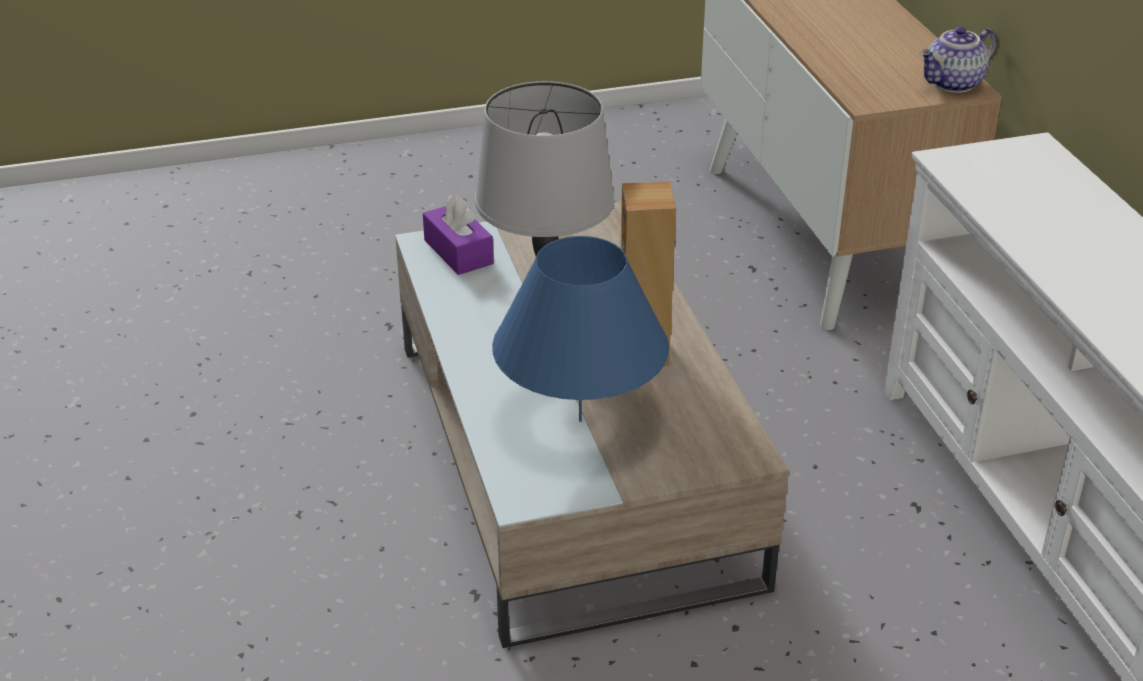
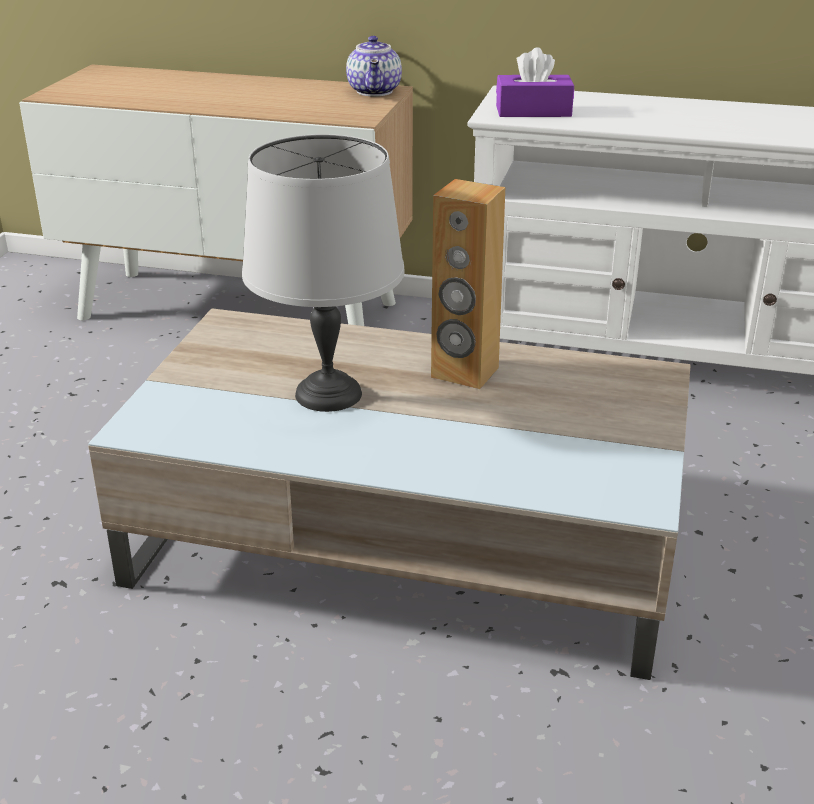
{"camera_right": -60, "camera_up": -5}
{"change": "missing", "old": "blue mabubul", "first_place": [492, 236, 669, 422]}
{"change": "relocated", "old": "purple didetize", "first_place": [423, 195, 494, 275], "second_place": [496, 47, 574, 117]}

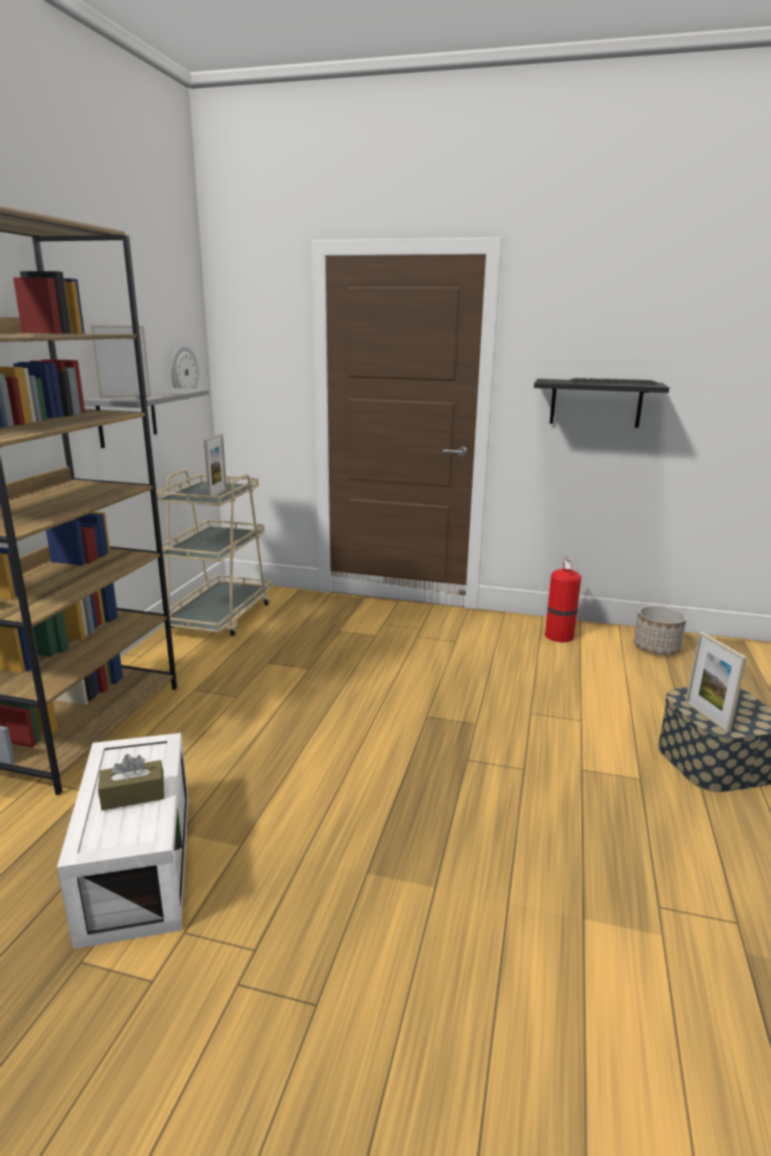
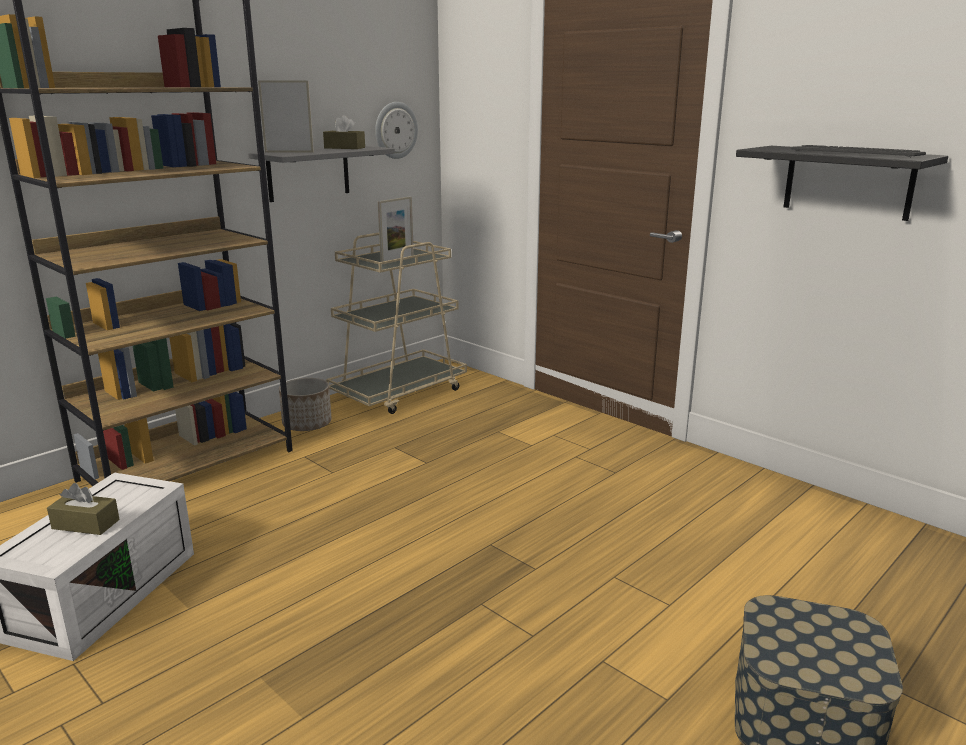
{"camera_right": 30, "camera_up": 0}
{"change": "missing", "old": "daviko", "first_place": [545, 557, 581, 642]}
{"change": "missing", "old": "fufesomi", "first_place": [685, 632, 747, 733]}
{"change": "appeared", "new": "brown didetize", "second_place": [323, 115, 365, 149]}
{"change": "relocated", "old": "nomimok", "first_place": [634, 605, 687, 655], "second_place": [279, 378, 332, 431]}

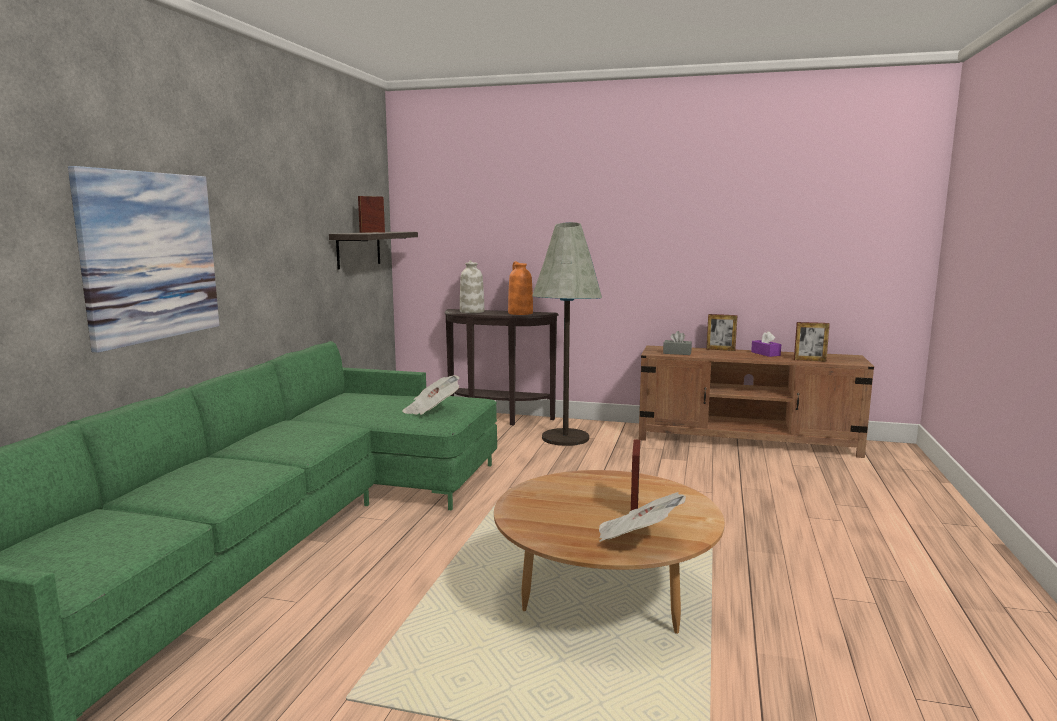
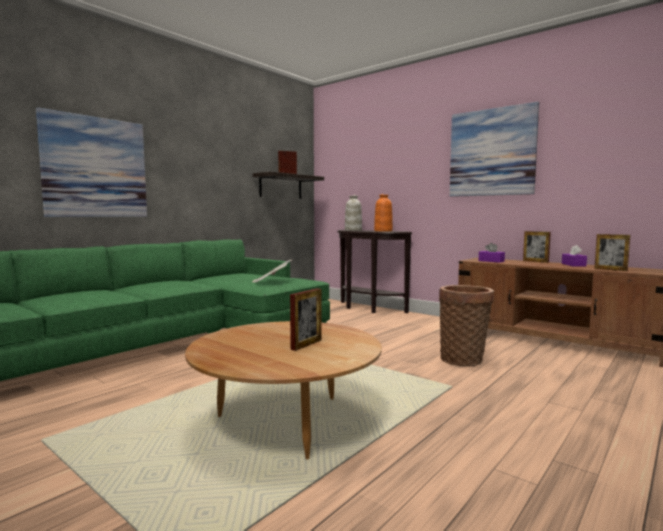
{"camera_right": 25, "camera_up": -5}
{"change": "missing", "old": "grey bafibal", "first_place": [532, 222, 602, 446]}
{"change": "missing", "old": "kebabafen", "first_place": [599, 492, 686, 542]}
{"change": "appeared", "new": "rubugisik", "second_place": [439, 285, 494, 366]}
{"change": "appeared", "new": "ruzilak", "second_place": [450, 102, 539, 197]}
{"change": "colour", "old": "grey didetize", "new": "purple didetize", "first_place": [663, 331, 692, 355], "second_place": [479, 243, 505, 263]}

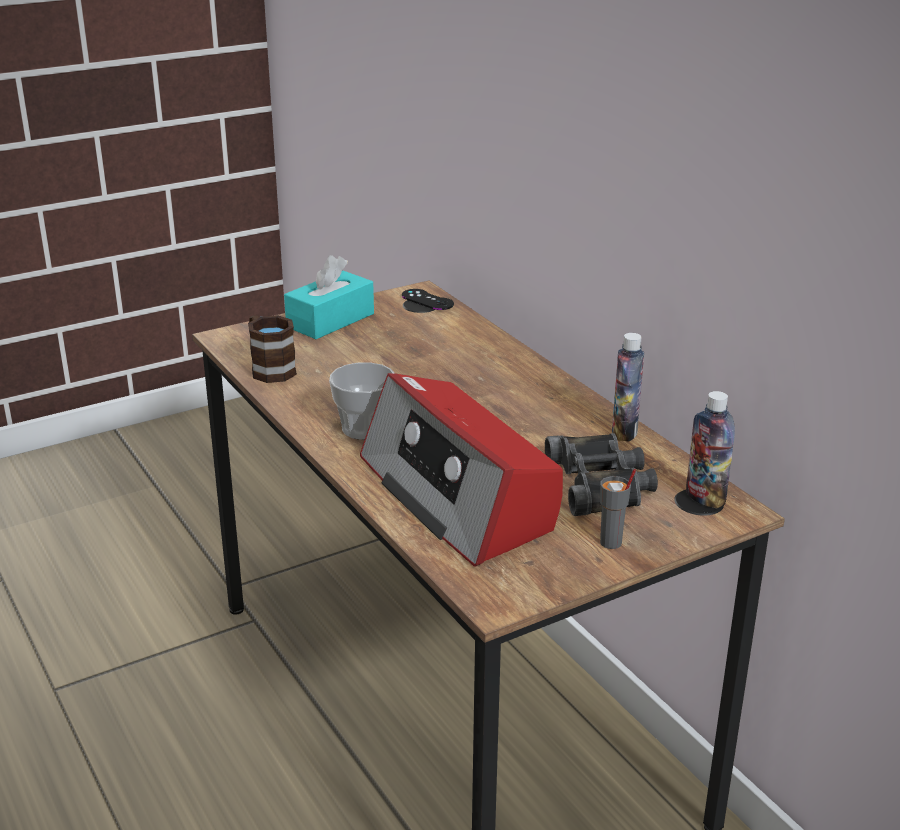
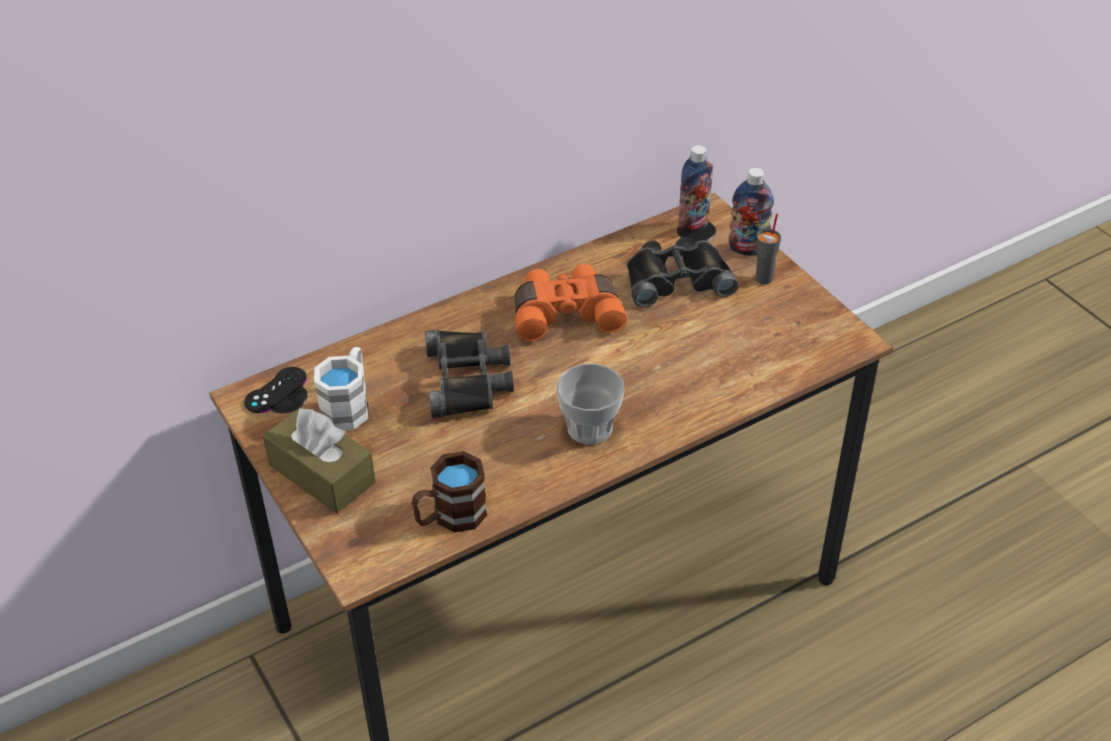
{"camera_right": -90, "camera_up": 15}
{"change": "missing", "old": "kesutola", "first_place": [360, 373, 563, 567]}
{"change": "appeared", "new": "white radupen", "second_place": [314, 347, 368, 430]}
{"change": "appeared", "new": "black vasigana", "second_place": [425, 330, 514, 418]}
{"change": "appeared", "new": "orange vasigana", "second_place": [515, 264, 627, 341]}
{"change": "relocated", "old": "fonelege", "first_place": [612, 333, 644, 442], "second_place": [728, 168, 774, 255]}
{"change": "colour", "old": "turquoise didetize", "new": "brown didetize", "first_place": [284, 255, 374, 339], "second_place": [263, 406, 376, 513]}

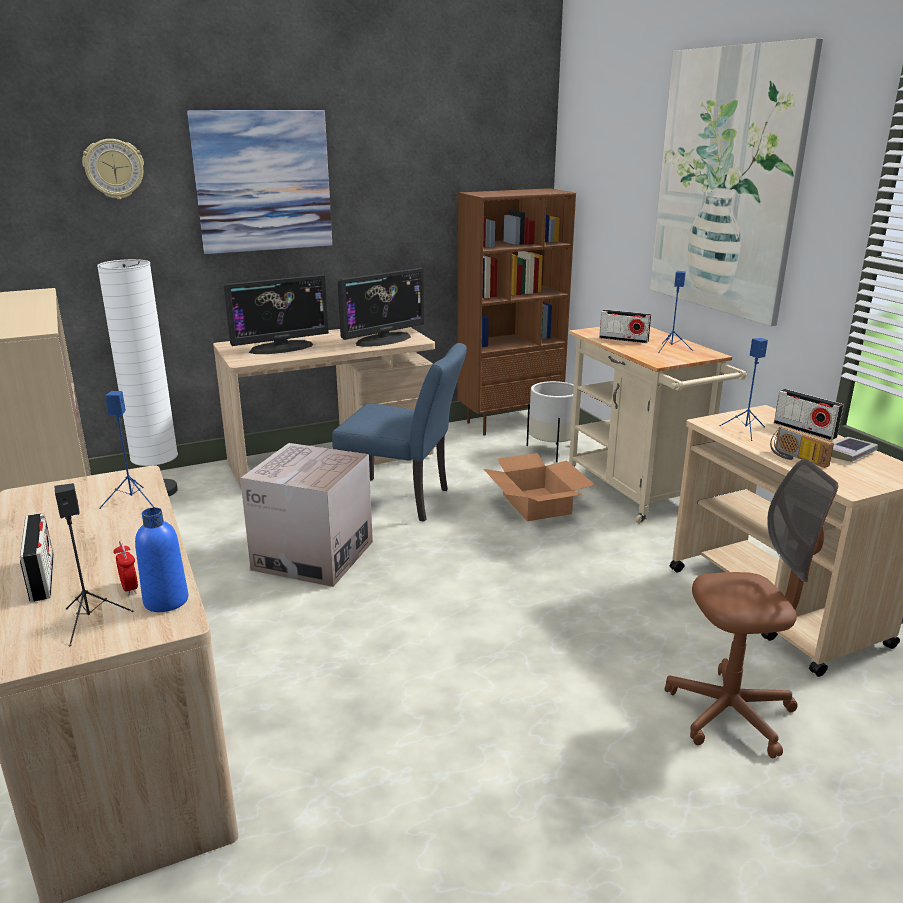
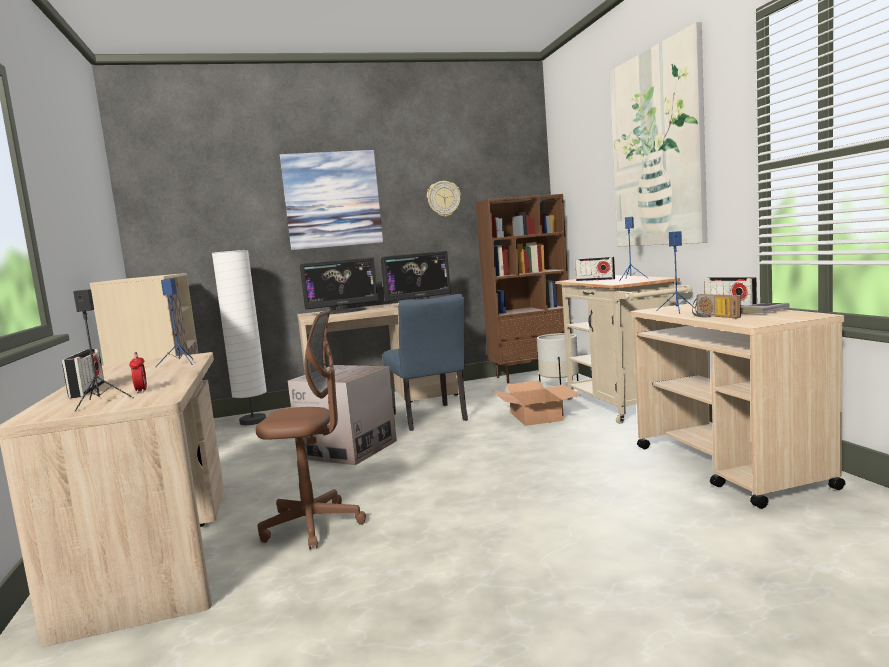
{"camera_right": 10, "camera_up": -15}
{"change": "missing", "old": "blue fonelege", "first_place": [135, 507, 188, 612]}
{"change": "relocated", "old": "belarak", "first_place": [82, 139, 144, 199], "second_place": [427, 181, 461, 217]}
{"change": "relocated", "old": "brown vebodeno", "first_place": [665, 459, 838, 758], "second_place": [256, 309, 366, 549]}
{"change": "spun", "old": "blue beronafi", "first_place": [332, 343, 467, 522], "second_place": [383, 294, 468, 431], "degrees": 45}

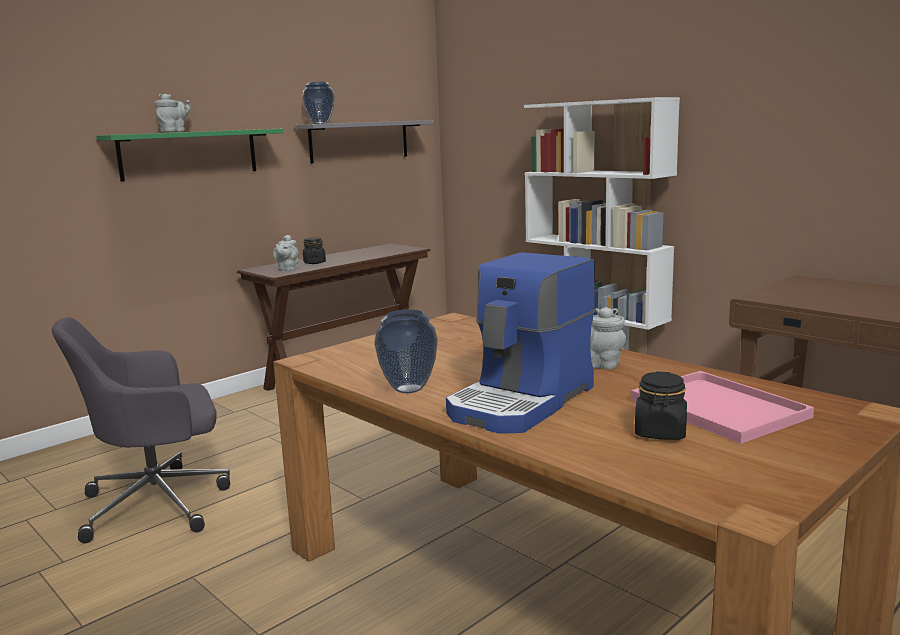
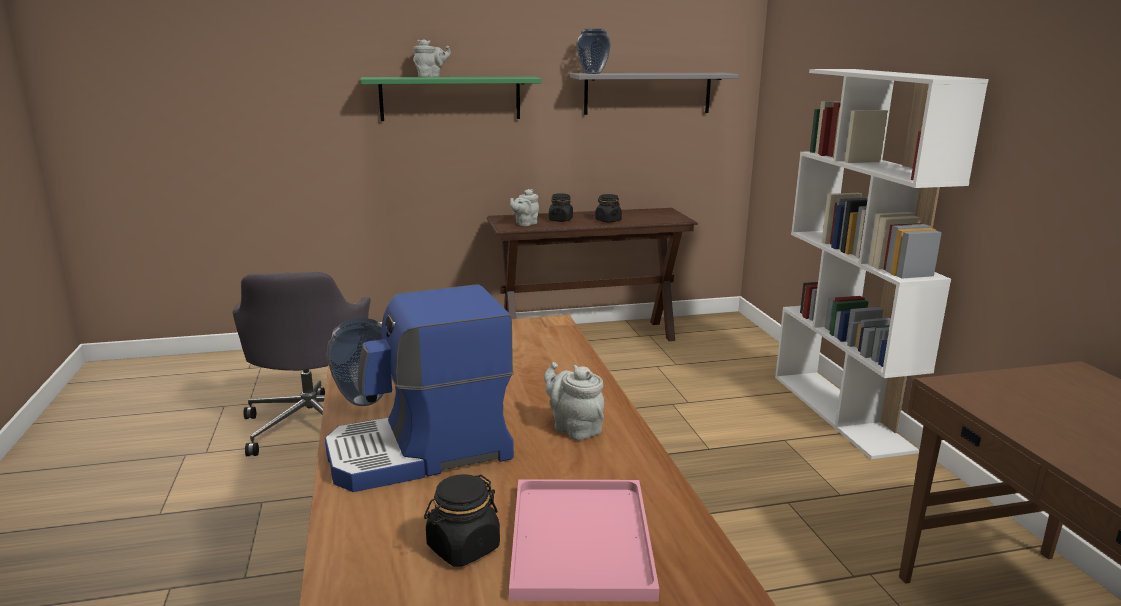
{"camera_right": 30, "camera_up": 5}
{"change": "appeared", "new": "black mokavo", "second_place": [595, 194, 622, 222]}
{"change": "spun", "old": "grey vebodeno", "first_place": [52, 317, 230, 543], "second_place": [233, 271, 370, 456], "degrees": -105}

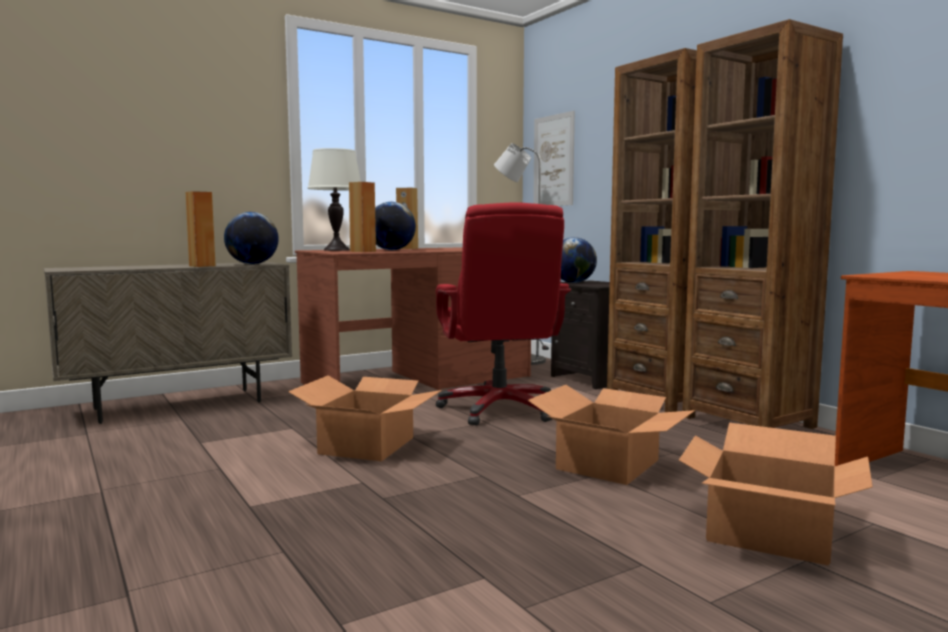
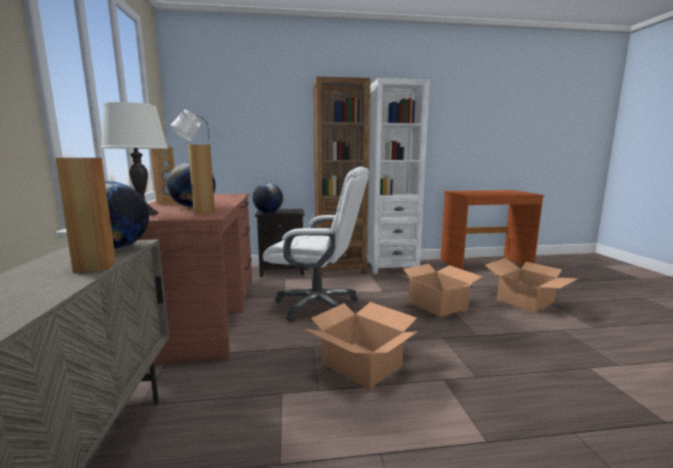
{"camera_right": -65, "camera_up": 5}
{"change": "missing", "old": "ruzilak", "first_place": [533, 111, 575, 206]}
{"change": "colour", "old": "red vebodeno", "new": "white vebodeno", "first_place": [436, 202, 571, 426], "second_place": [263, 167, 369, 322]}
{"change": "colour", "old": "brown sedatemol", "new": "white sedatemol", "first_place": [682, 19, 843, 429], "second_place": [367, 78, 430, 274]}

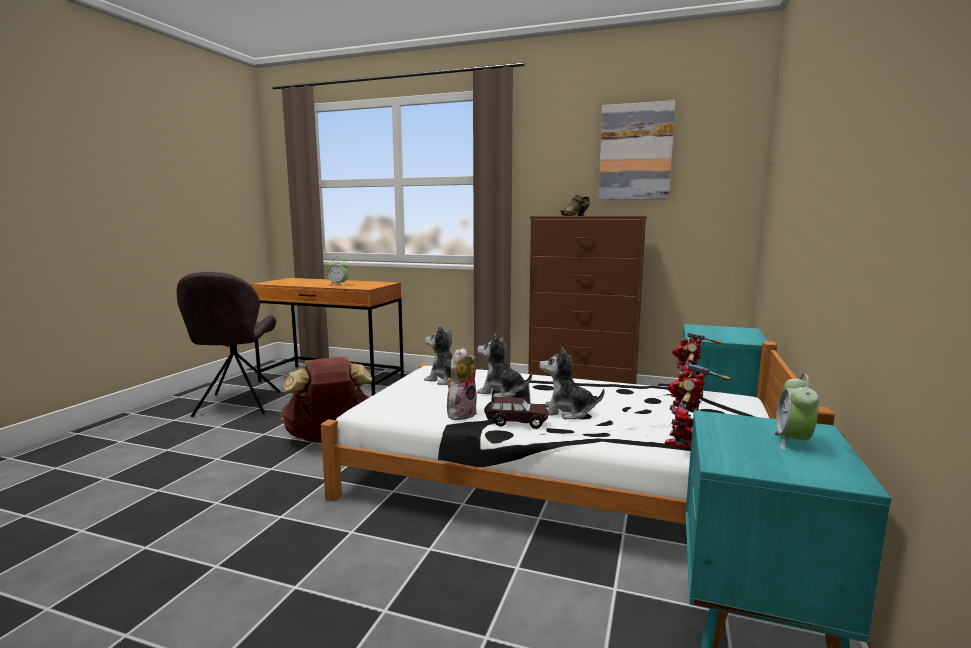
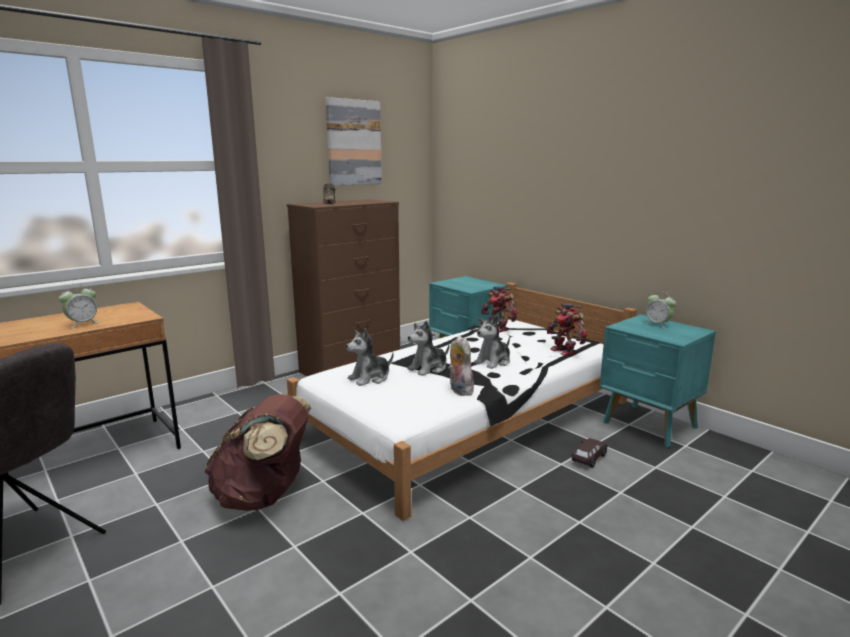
{"camera_right": -60, "camera_up": 5}
{"change": "relocated", "old": "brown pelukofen", "first_place": [487, 397, 548, 429], "second_place": [572, 438, 607, 468]}

